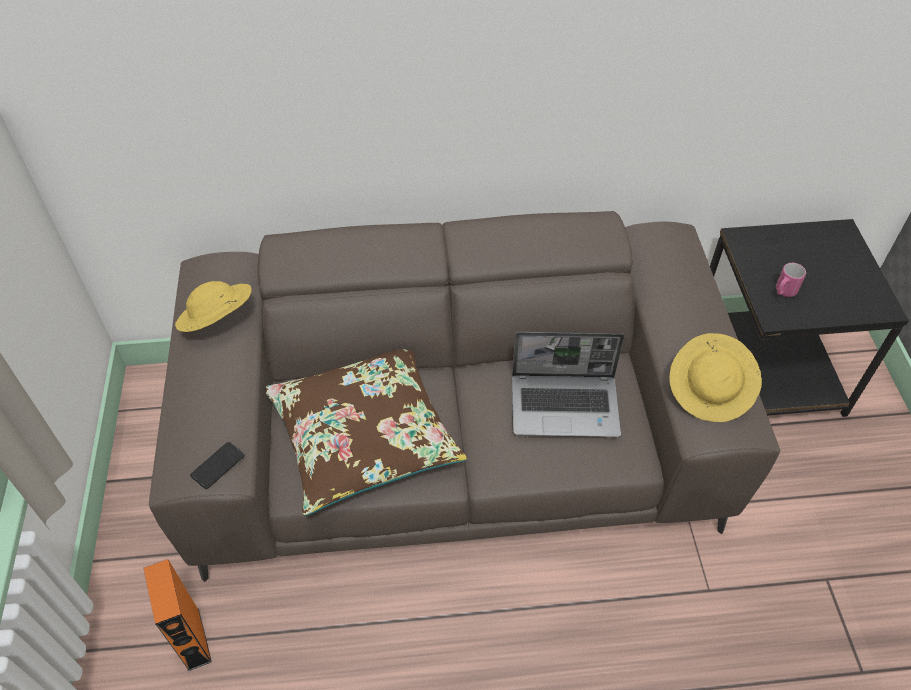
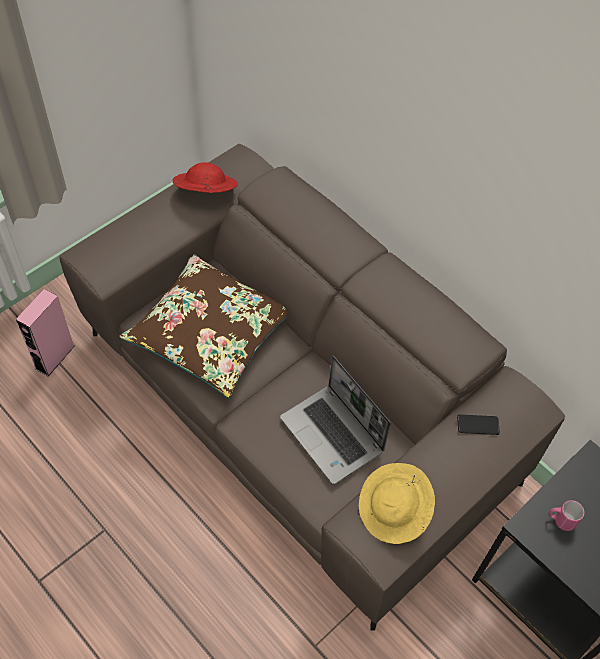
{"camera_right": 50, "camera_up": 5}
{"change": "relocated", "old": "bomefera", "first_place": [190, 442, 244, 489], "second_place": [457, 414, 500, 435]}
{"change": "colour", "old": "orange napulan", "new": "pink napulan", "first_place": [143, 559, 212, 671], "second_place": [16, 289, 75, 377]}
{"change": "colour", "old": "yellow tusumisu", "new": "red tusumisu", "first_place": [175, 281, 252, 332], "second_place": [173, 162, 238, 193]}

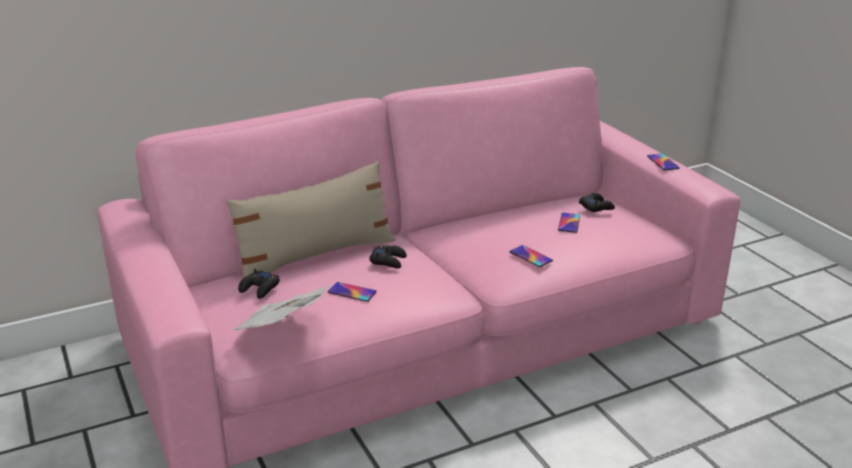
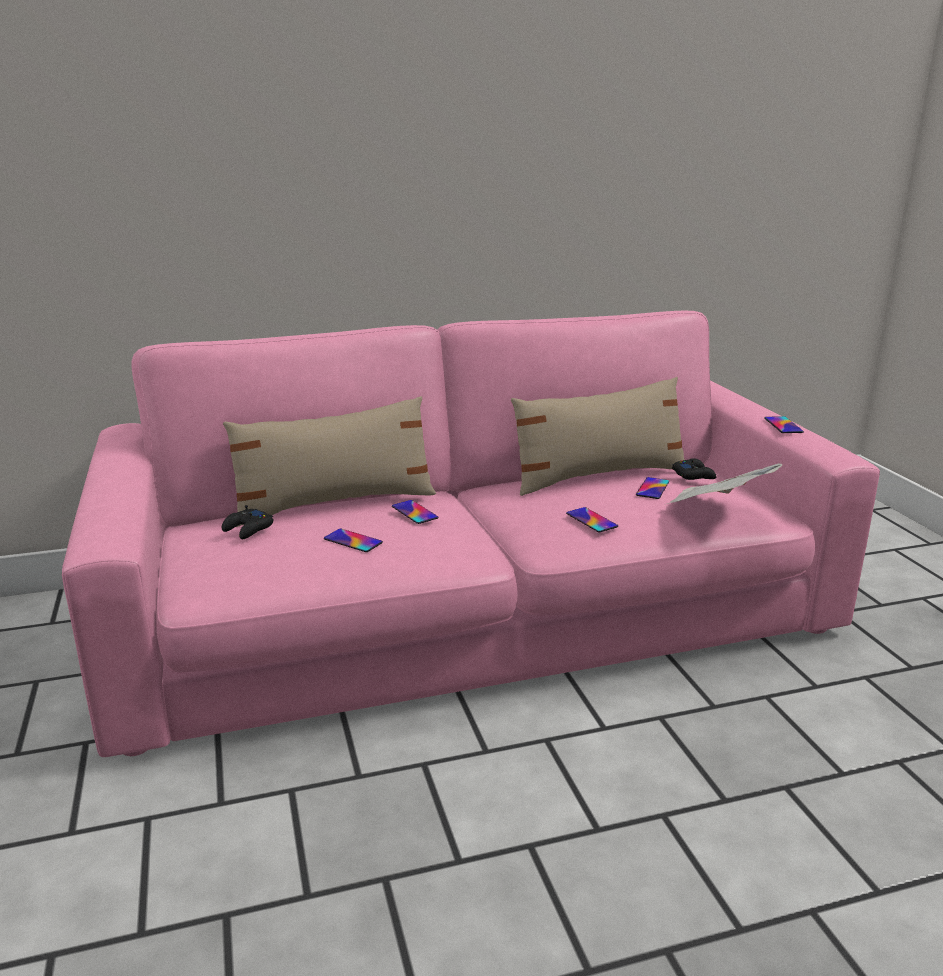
{"camera_right": 10, "camera_up": -5}
{"change": "appeared", "new": "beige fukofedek", "second_place": [511, 377, 685, 496]}
{"change": "relocated", "old": "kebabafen", "first_place": [231, 286, 331, 331], "second_place": [667, 463, 782, 504]}
{"change": "exchanged", "old": "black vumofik", "new": "bomefera", "first_place": [369, 245, 407, 269], "second_place": [392, 500, 438, 524]}

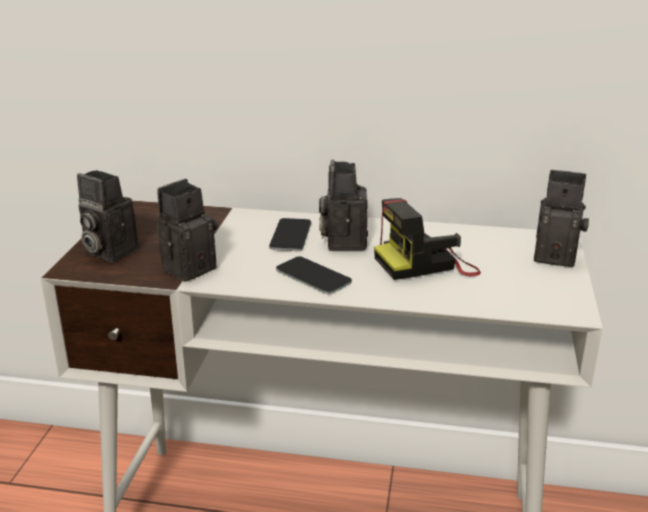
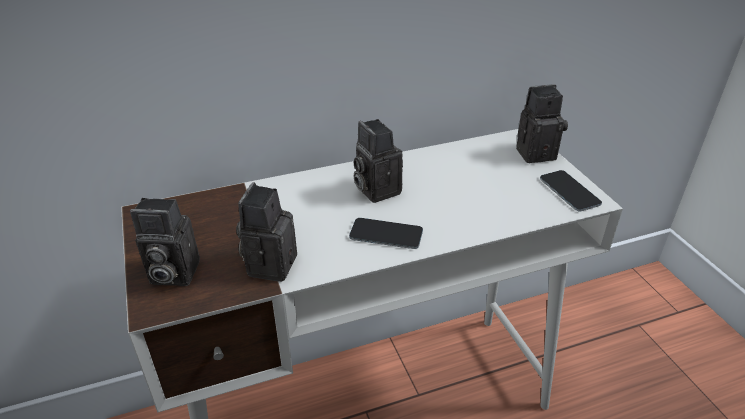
{"camera_right": -30, "camera_up": 10}
{"change": "missing", "old": "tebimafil", "first_place": [374, 198, 481, 280]}
{"change": "relocated", "old": "bomefera", "first_place": [269, 218, 311, 251], "second_place": [540, 170, 602, 211]}

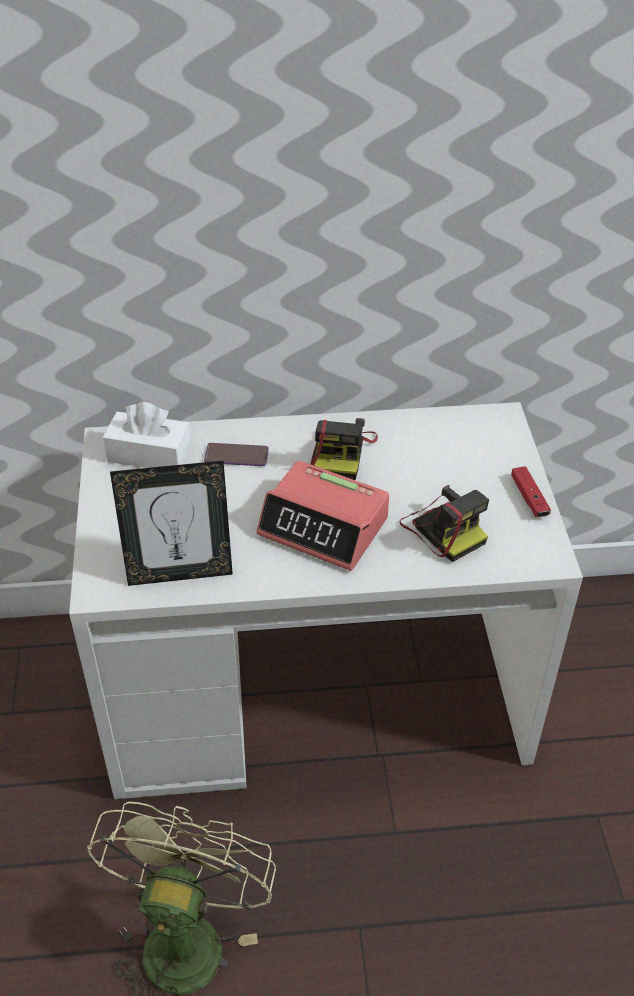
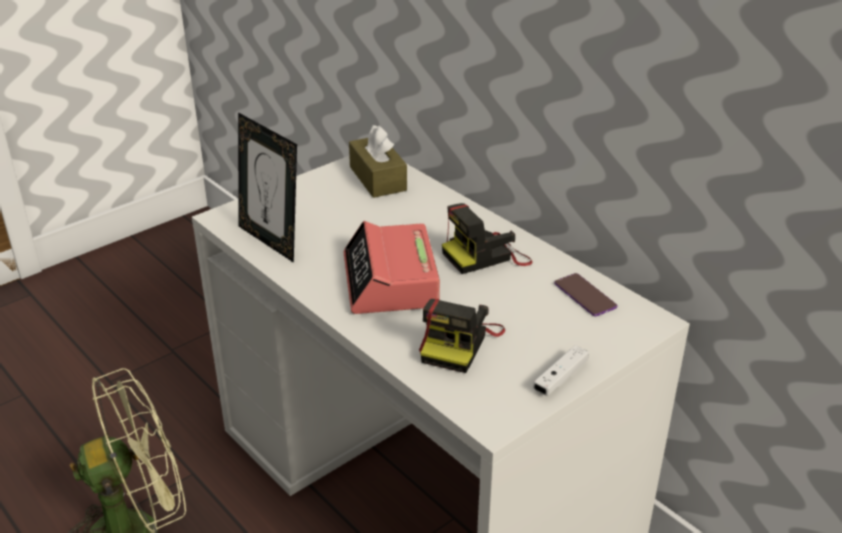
{"camera_right": 55, "camera_up": -10}
{"change": "relocated", "old": "bomefera", "first_place": [204, 443, 269, 466], "second_place": [554, 273, 617, 316]}
{"change": "colour", "old": "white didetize", "new": "brown didetize", "first_place": [103, 402, 191, 468], "second_place": [349, 125, 407, 198]}
{"change": "colour", "old": "red vumofik", "new": "white vumofik", "first_place": [511, 466, 551, 518], "second_place": [533, 345, 589, 395]}

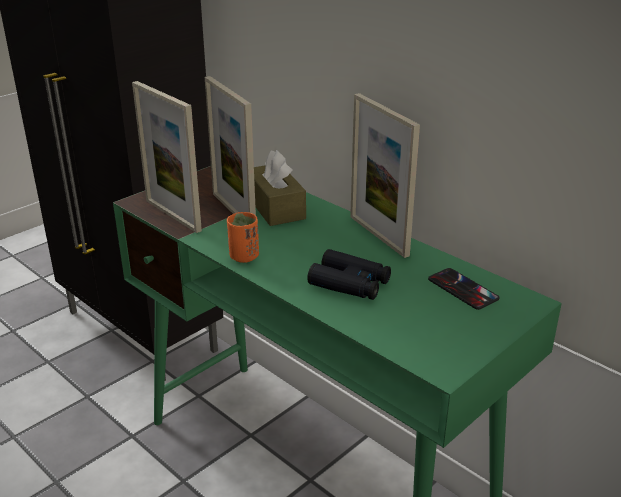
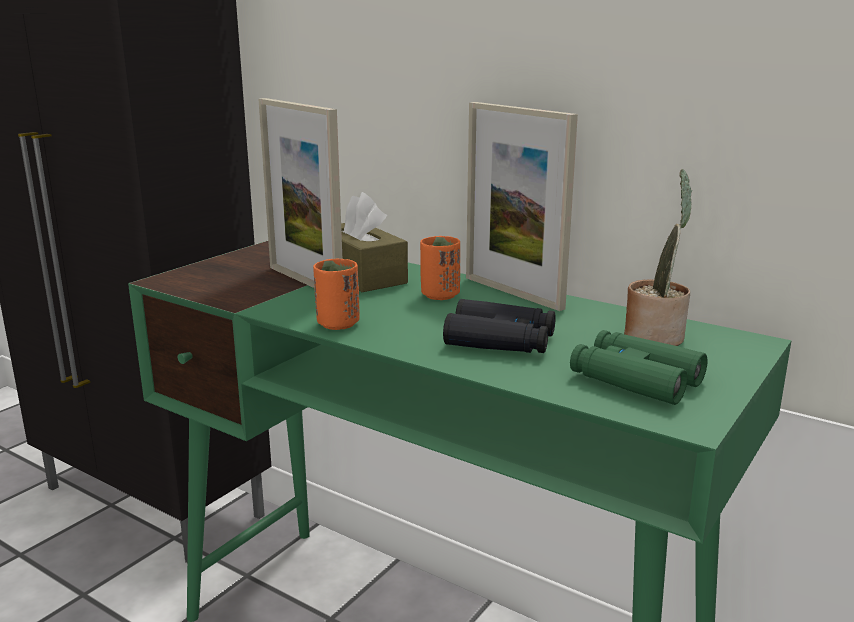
{"camera_right": -10, "camera_up": -10}
{"change": "missing", "old": "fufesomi", "first_place": [132, 81, 202, 233]}
{"change": "appeared", "new": "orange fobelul", "second_place": [420, 236, 460, 300]}
{"change": "appeared", "new": "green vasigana", "second_place": [570, 330, 708, 405]}
{"change": "exchanged", "old": "bomefera", "new": "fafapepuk", "first_place": [428, 268, 500, 310], "second_place": [624, 169, 692, 346]}

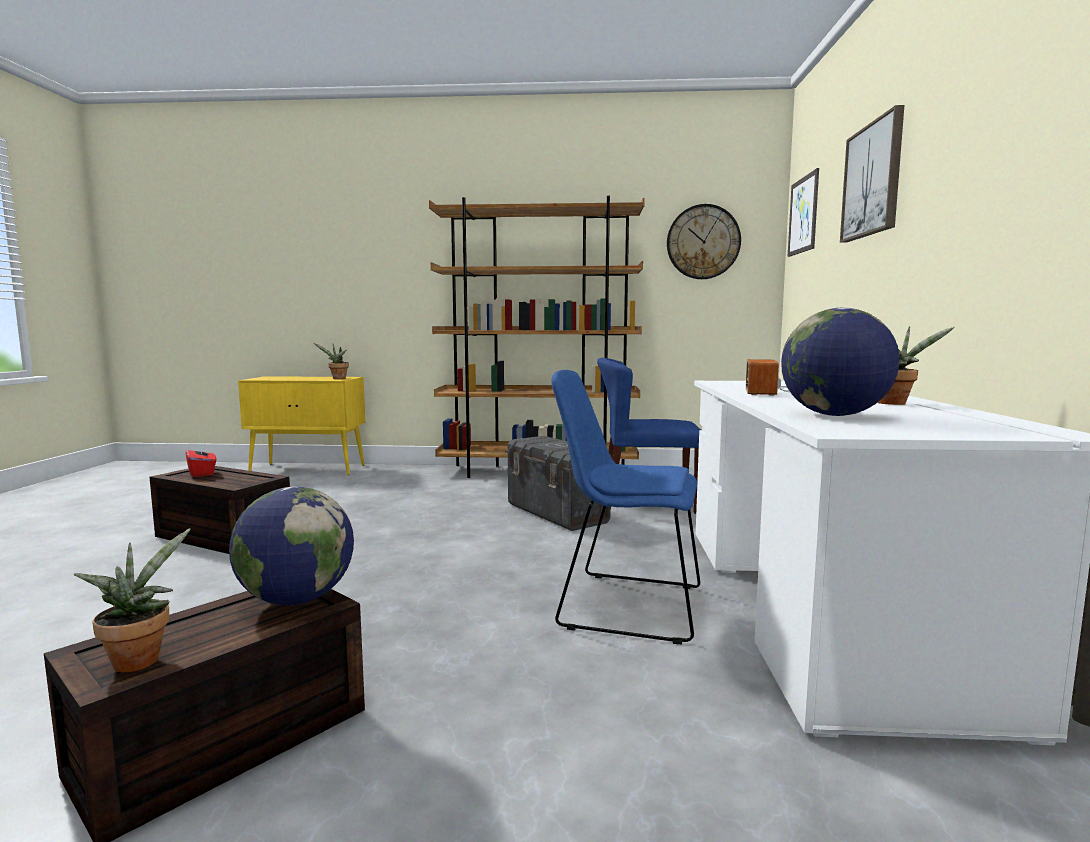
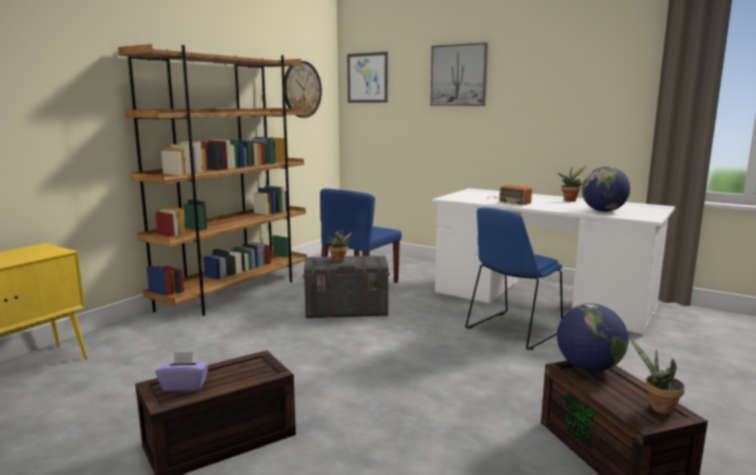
{"camera_right": -60, "camera_up": 5}
{"change": "relocated", "old": "fafapepuk", "first_place": [314, 343, 349, 379], "second_place": [327, 228, 352, 262]}
{"change": "colour", "old": "red didetize", "new": "purple didetize", "first_place": [185, 444, 217, 477], "second_place": [156, 352, 209, 392]}

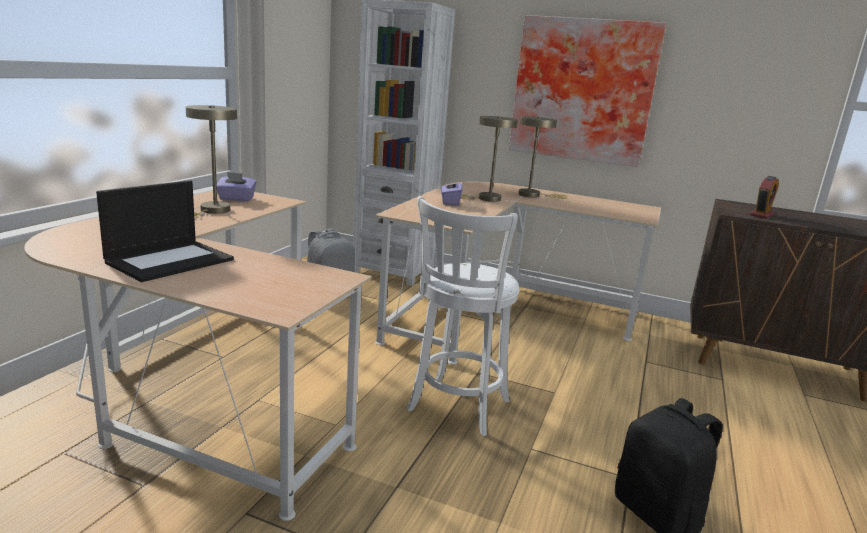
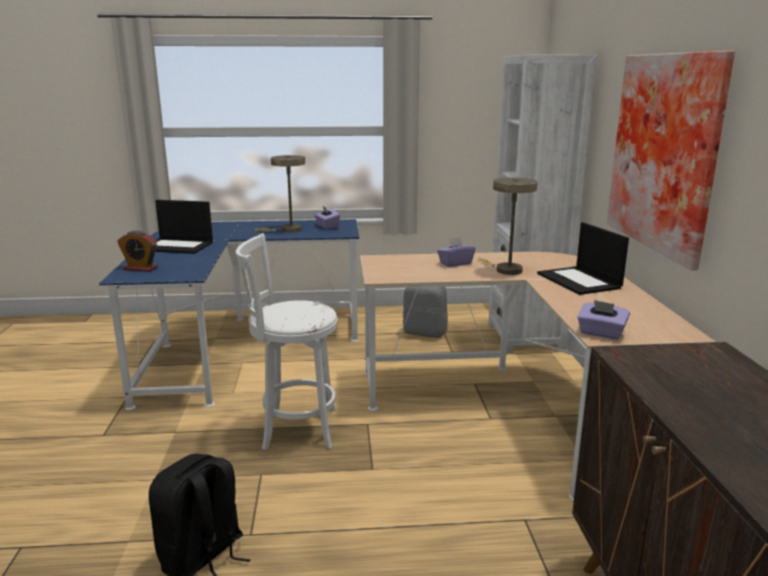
{"camera_right": 65, "camera_up": 0}
{"change": "appeared", "new": "purple didetize", "second_place": [577, 300, 630, 340]}
{"change": "relocated", "old": "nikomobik", "first_place": [749, 176, 779, 219], "second_place": [117, 231, 158, 272]}
{"change": "exchanged", "old": "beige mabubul", "new": "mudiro", "first_place": [518, 116, 568, 199], "second_place": [537, 222, 629, 295]}
{"change": "colour", "old": "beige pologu", "new": "blue pologu", "first_place": [24, 191, 372, 521], "second_place": [99, 219, 359, 410]}

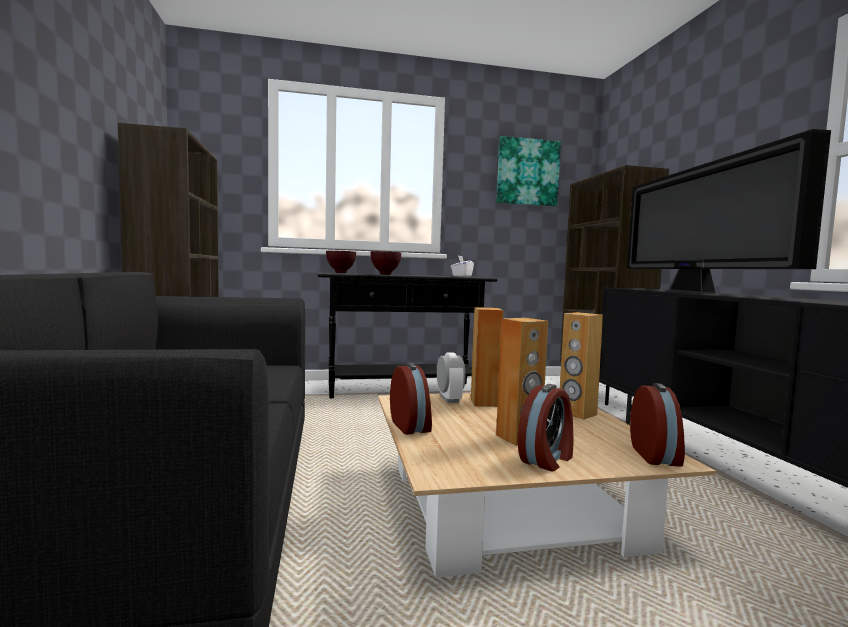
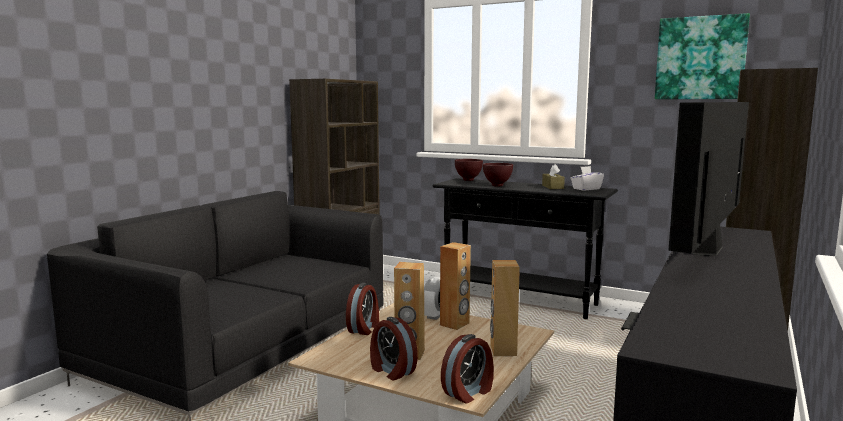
{"camera_right": 40, "camera_up": 5}
{"change": "appeared", "new": "brown didetize", "second_place": [542, 164, 565, 189]}
{"change": "spun", "old": "nikomobik", "first_place": [518, 384, 574, 472], "second_place": [370, 317, 418, 380], "degrees": 60}

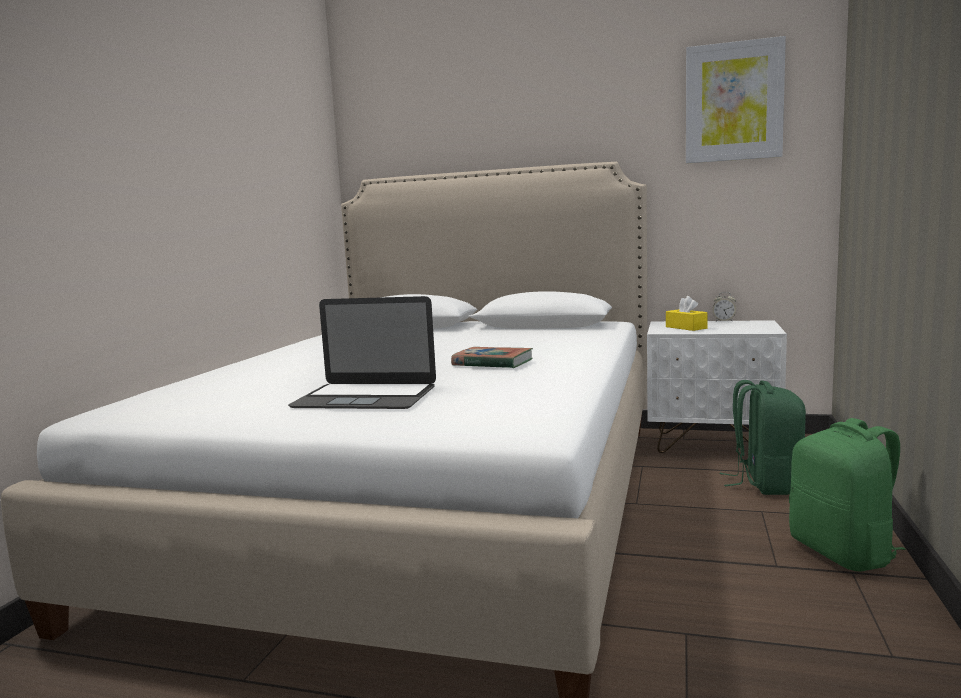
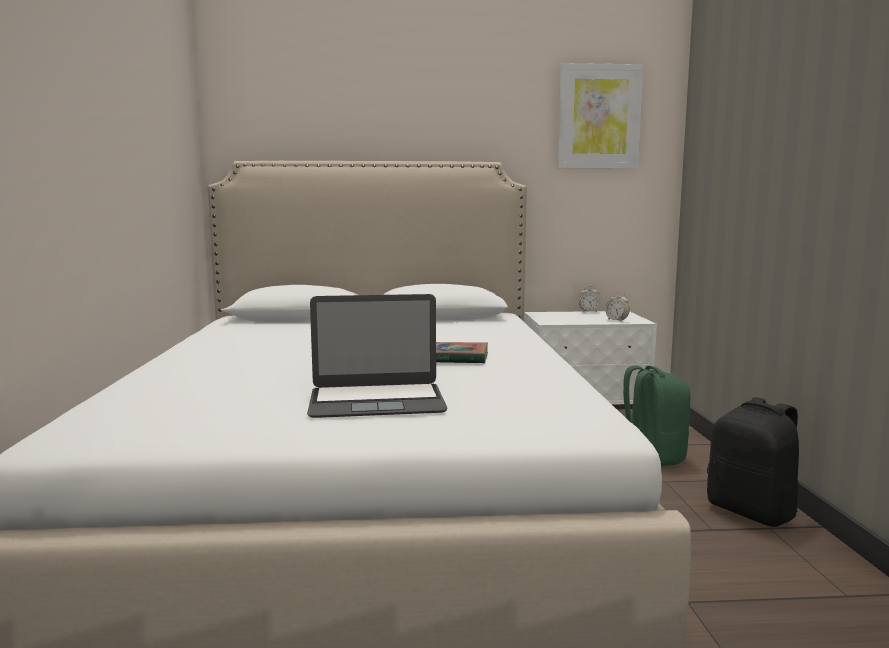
{"camera_right": -20, "camera_up": 0}
{"change": "missing", "old": "yellow didetize", "first_place": [666, 296, 708, 331]}
{"change": "appeared", "new": "nikomobik", "second_place": [605, 292, 630, 322]}
{"change": "colour", "old": "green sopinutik", "new": "black sopinutik", "first_place": [789, 418, 905, 572], "second_place": [707, 397, 799, 527]}

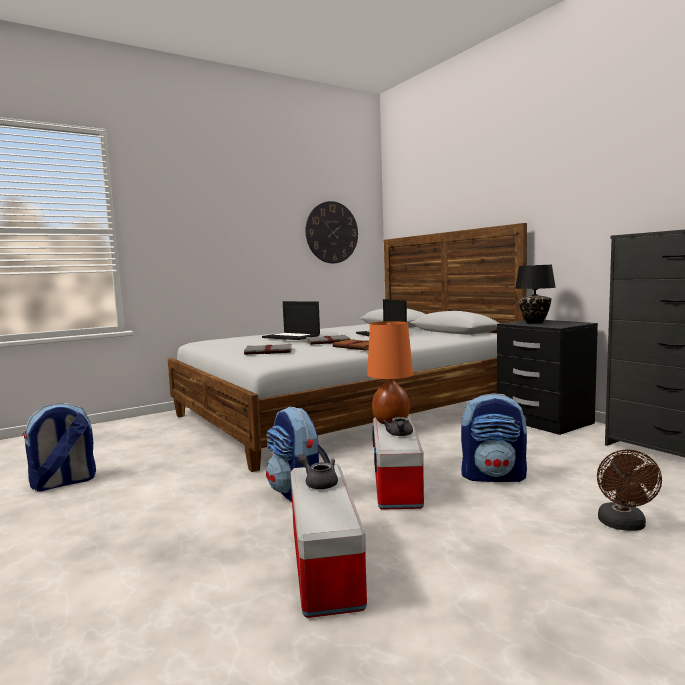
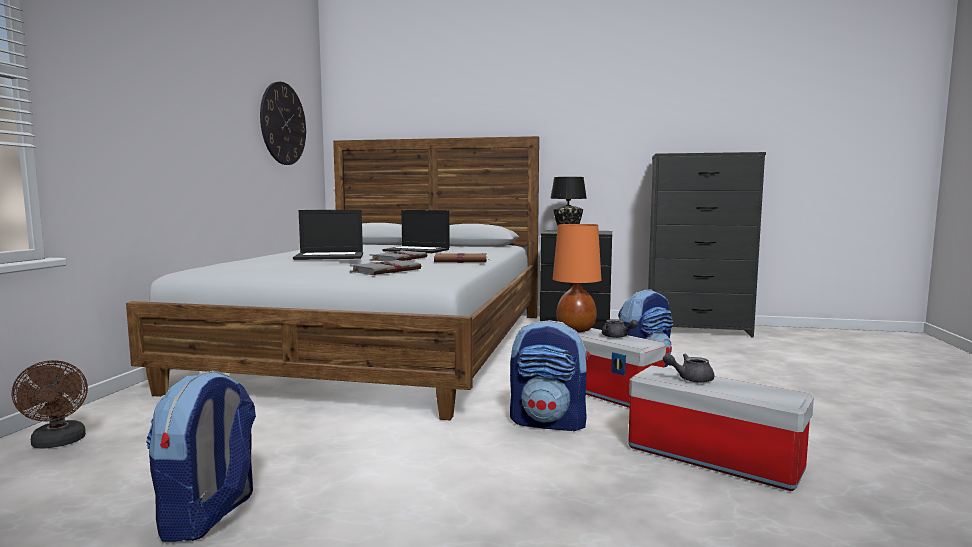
{"camera_right": -45, "camera_up": 0}
{"change": "relocated", "old": "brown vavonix", "first_place": [597, 449, 662, 531], "second_place": [12, 360, 88, 449]}

